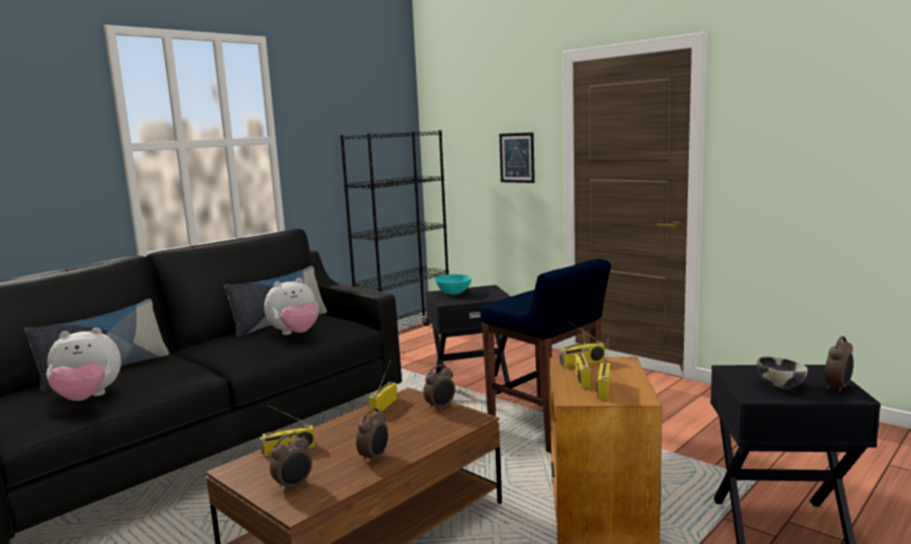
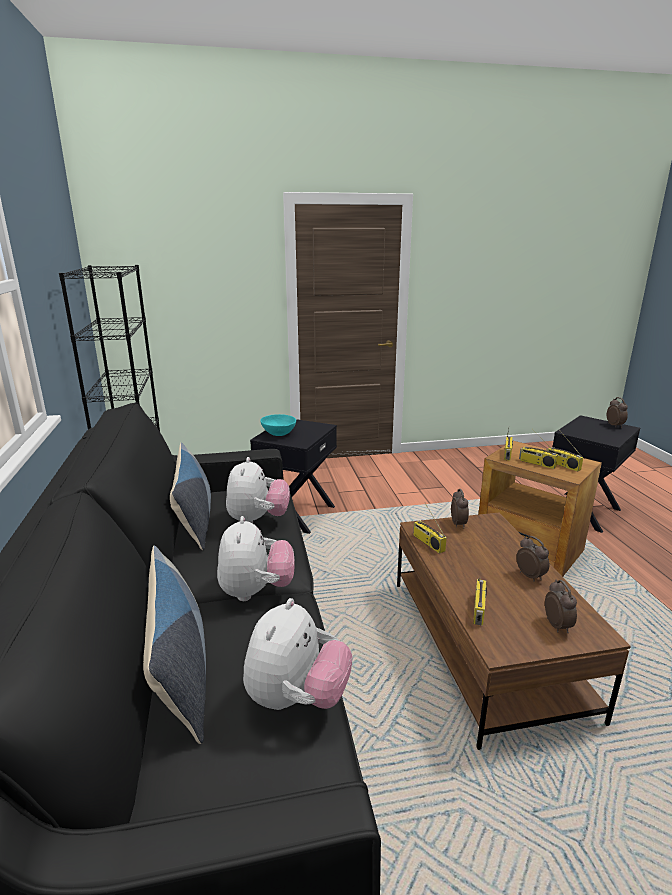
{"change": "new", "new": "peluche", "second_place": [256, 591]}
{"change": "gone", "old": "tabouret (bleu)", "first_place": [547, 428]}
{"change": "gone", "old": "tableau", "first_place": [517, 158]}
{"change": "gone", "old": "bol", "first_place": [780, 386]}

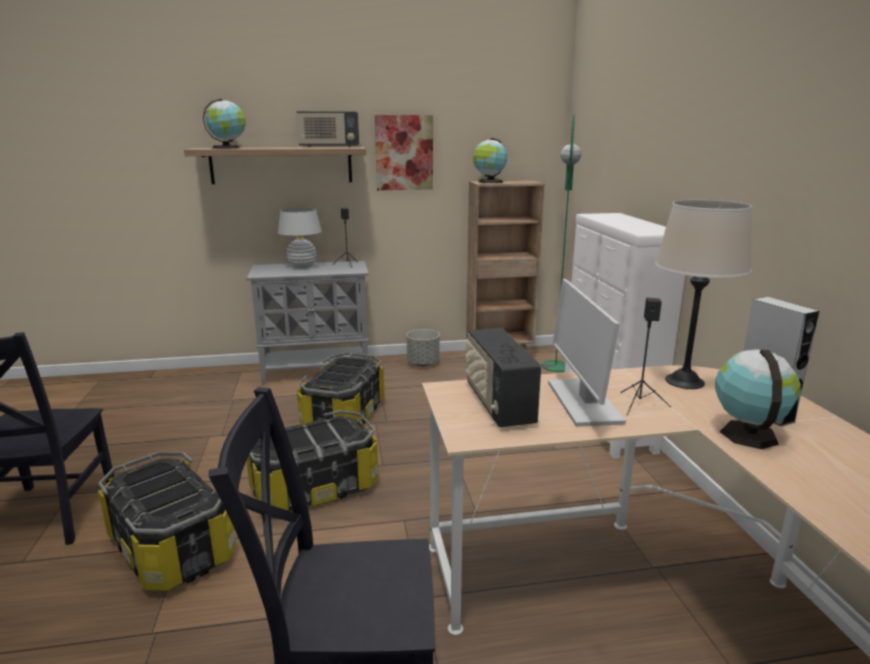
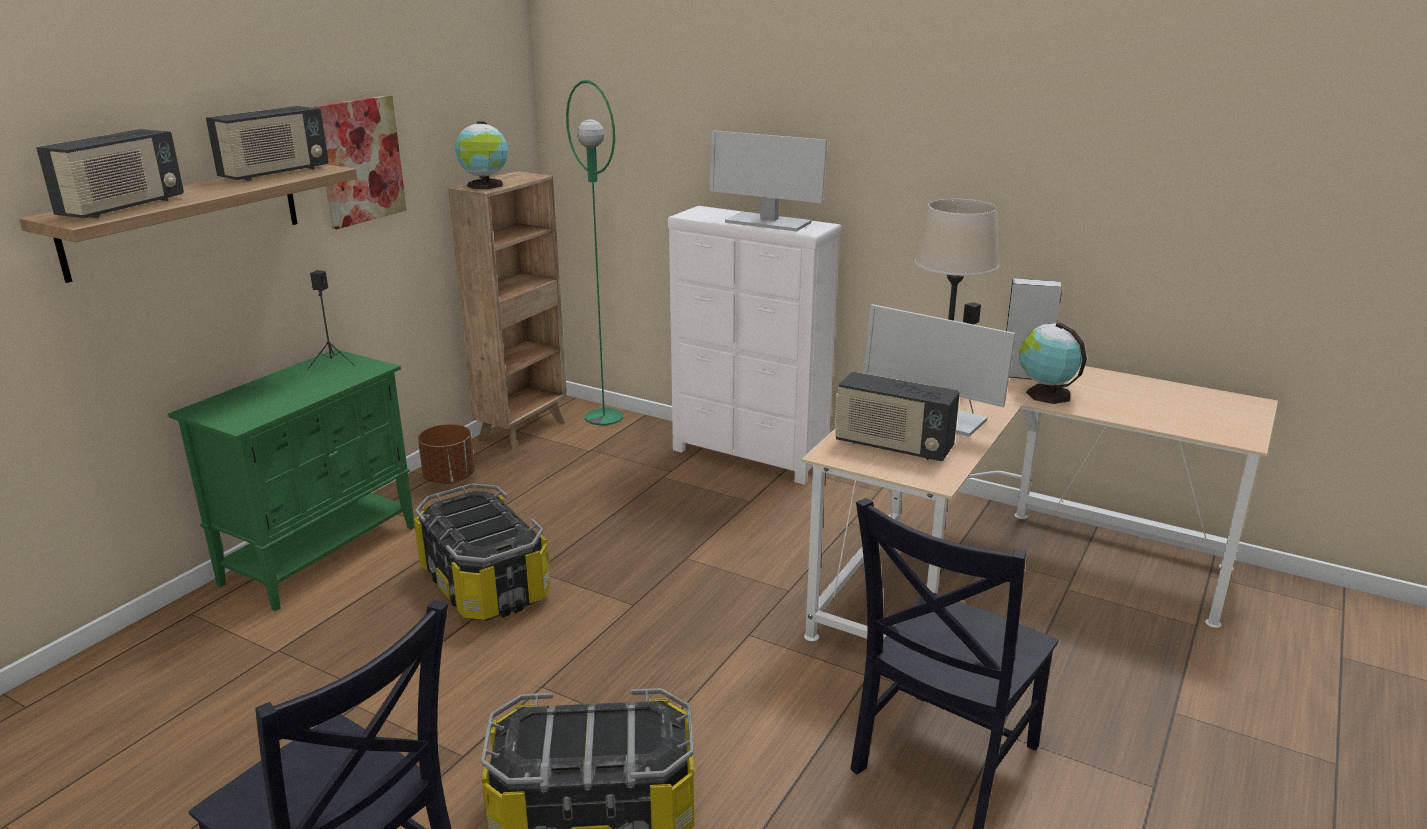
{"change": "swapped", "old": "globe", "new": "radio", "first_place": [228, 148], "second_place": [123, 208]}
{"change": "repainted", "old": "meuble de rangement (gris)", "new": "meuble de rangement (vert)", "first_place": [317, 371], "second_place": [322, 554]}
{"change": "repainted", "old": "cache-pot (gris)", "new": "cache-pot (marron)", "first_place": [423, 363], "second_place": [450, 478]}
{"change": "new", "new": "écran d'ordinateur", "second_place": [767, 223]}
{"change": "gone", "old": "boîte de rangement", "first_place": [314, 487]}
{"change": "gone", "old": "lampe de table (blanc)", "first_place": [302, 266]}

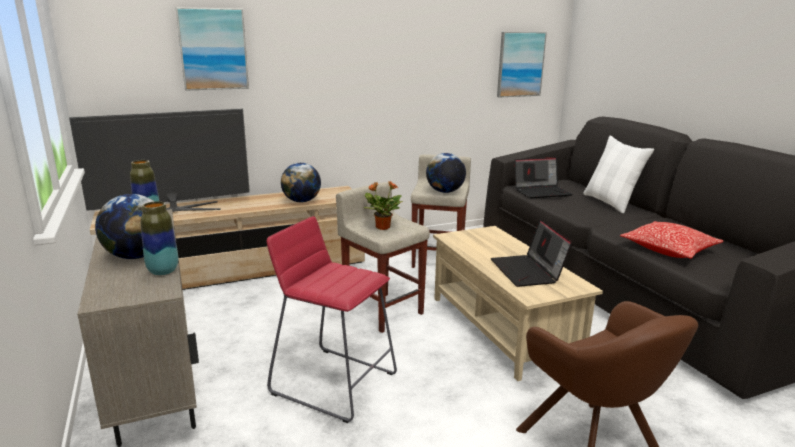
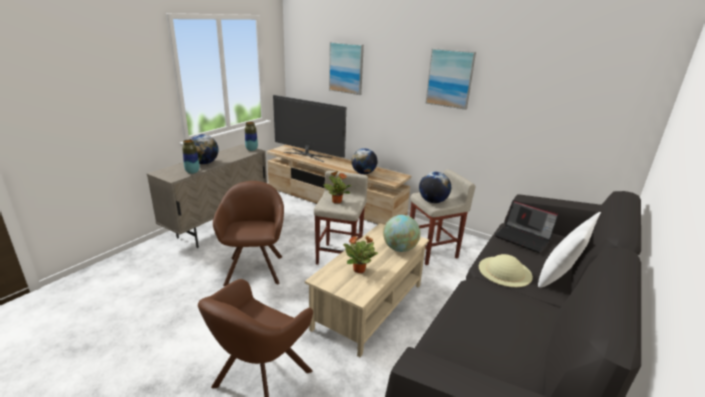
{"change": "swapped", "old": "tabouret (rouge)", "new": "fauteuil (marron)", "first_place": [334, 383], "second_place": [255, 267]}
{"change": "swapped", "old": "ordinateur portable", "new": "plante en pot", "first_place": [528, 271], "second_place": [359, 270]}
{"change": "new", "new": "globe", "second_place": [399, 249]}
{"change": "shifted", "old": "tableau", "first_place": [520, 64], "second_place": [450, 78]}
{"change": "new", "new": "chapeau (beige)", "second_place": [504, 271]}
{"change": "gone", "old": "coussin", "first_place": [669, 250]}

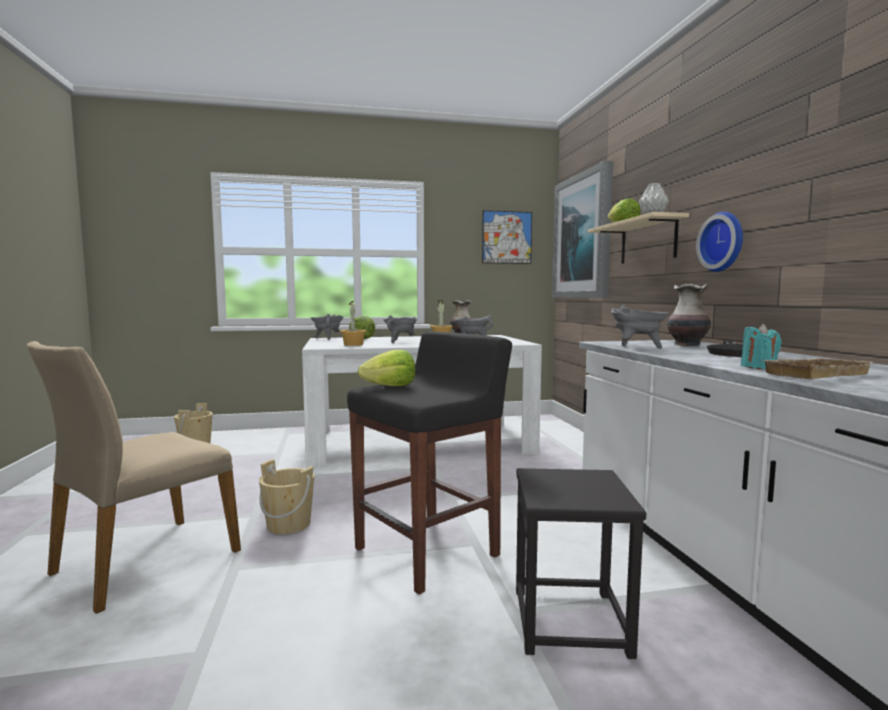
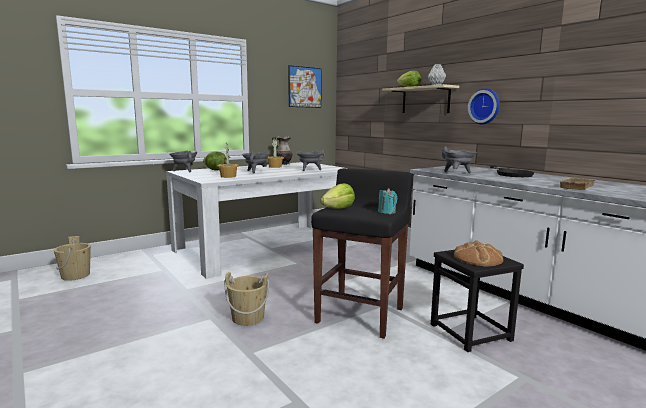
{"change": "shifted", "old": "bougie (turquoise)", "first_place": [759, 367], "second_place": [387, 212]}
{"change": "new", "new": "pain", "second_place": [478, 258]}
{"change": "gone", "old": "chaise (beige)", "first_place": [144, 561]}
{"change": "gone", "old": "tableau", "first_place": [583, 237]}
{"change": "gone", "old": "vase", "first_place": [687, 345]}

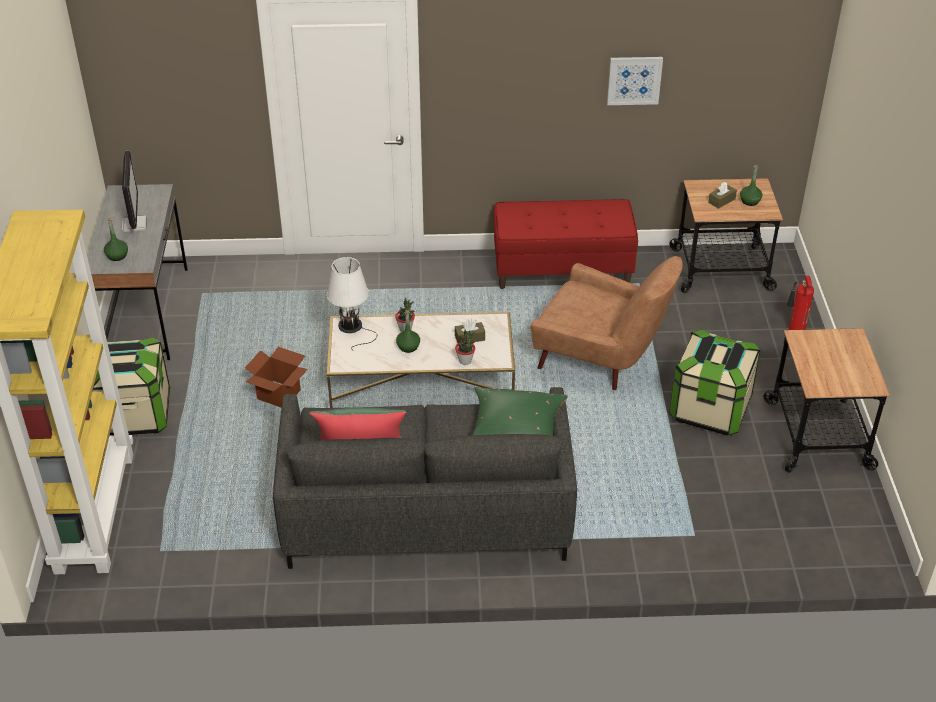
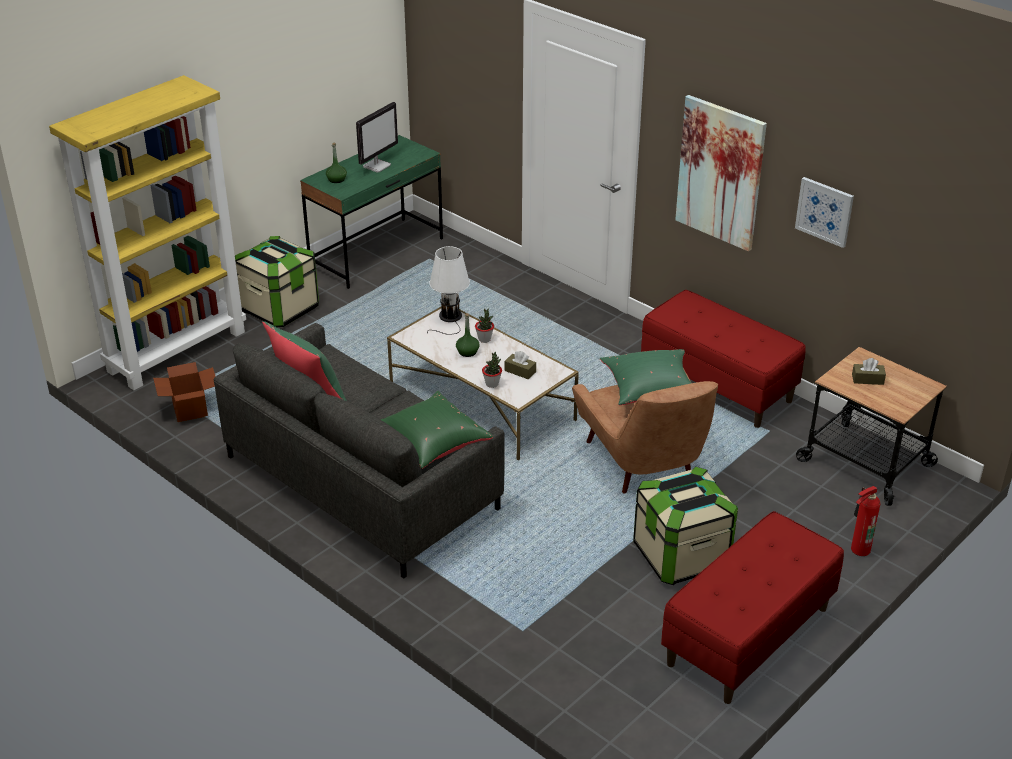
{"change": "shifted", "old": "carton", "first_place": [278, 395], "second_place": [190, 410]}
{"change": "repainted", "old": "bureau (gris)", "new": "bureau (vert)", "first_place": [147, 313], "second_place": [377, 253]}
{"change": "new", "new": "coussin (vert)", "second_place": [650, 391]}
{"change": "swapped", "old": "chariot", "new": "banc (rouge)", "first_place": [819, 434], "second_place": [748, 636]}
{"change": "new", "new": "tableau", "second_place": [720, 173]}
{"change": "gone", "old": "bouteille (vert)", "first_place": [750, 201]}

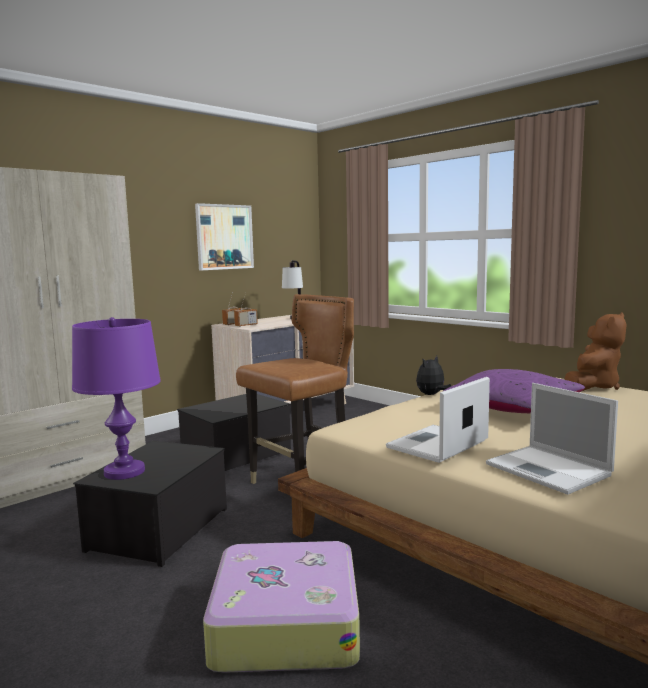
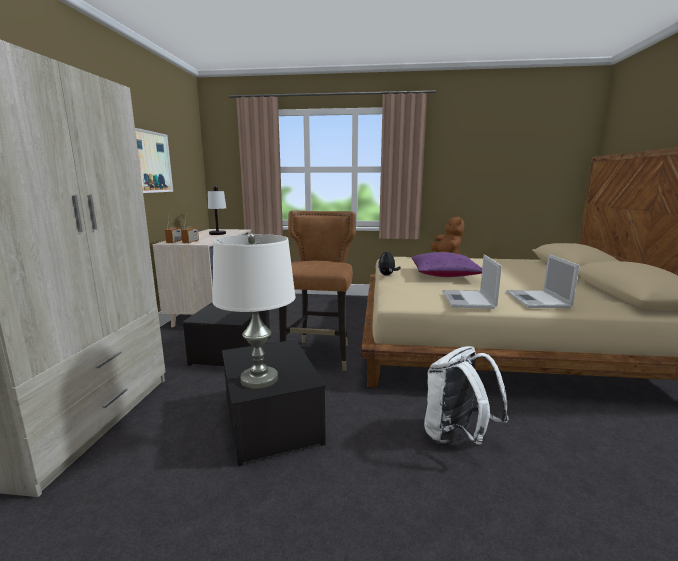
{"change": "repainted", "old": "lampe de table (violet)", "new": "lampe de table (blanc)", "first_place": [124, 471], "second_place": [259, 379]}
{"change": "swapped", "old": "valise", "new": "sac à dos (blanc)", "first_place": [284, 623], "second_place": [457, 438]}
{"change": "rotated", "old": "ordinateur portable", "first_place": [550, 470], "second_place": [538, 300], "degrees": 75}

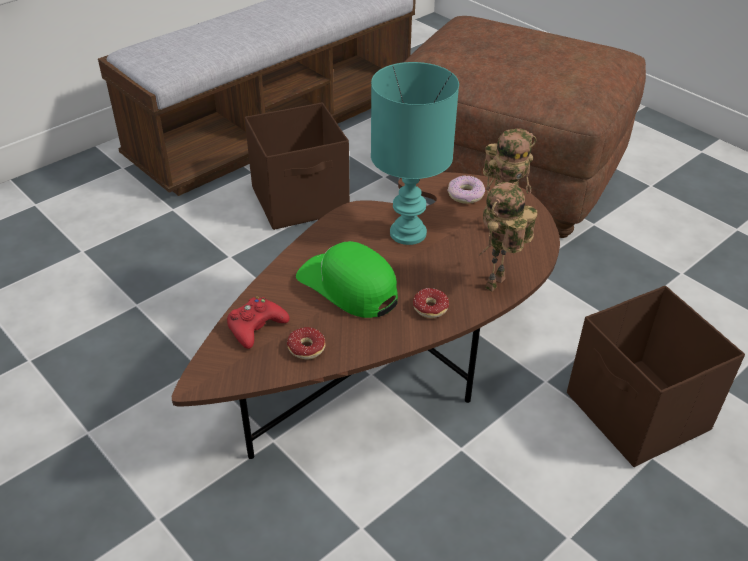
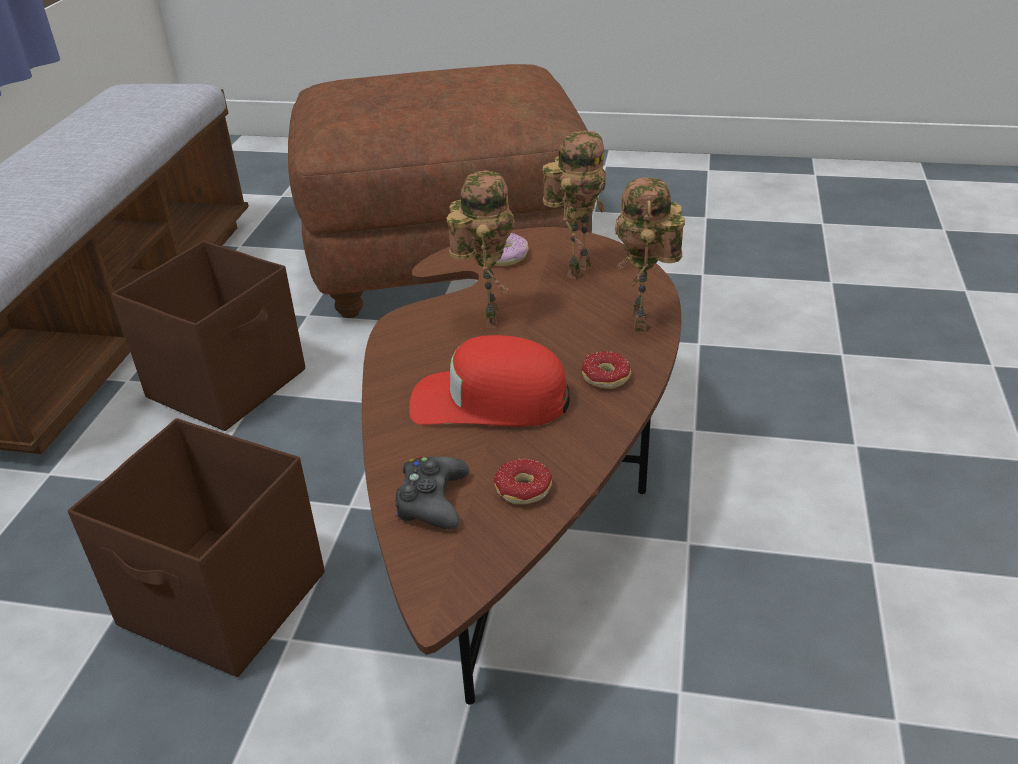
{"change": "shifted", "old": "boîte de rangement (marron)", "first_place": [637, 414], "second_place": [225, 602]}
{"change": "repainted", "old": "manette (rouge)", "new": "manette (noir)", "first_place": [256, 327], "second_place": [432, 501]}
{"change": "repainted", "old": "casquette (vert)", "new": "casquette (rouge)", "first_place": [348, 286], "second_place": [489, 401]}
{"change": "swapped", "old": "lampe de table (turquoise)", "new": "robot jouet", "first_place": [408, 232], "second_place": [487, 317]}

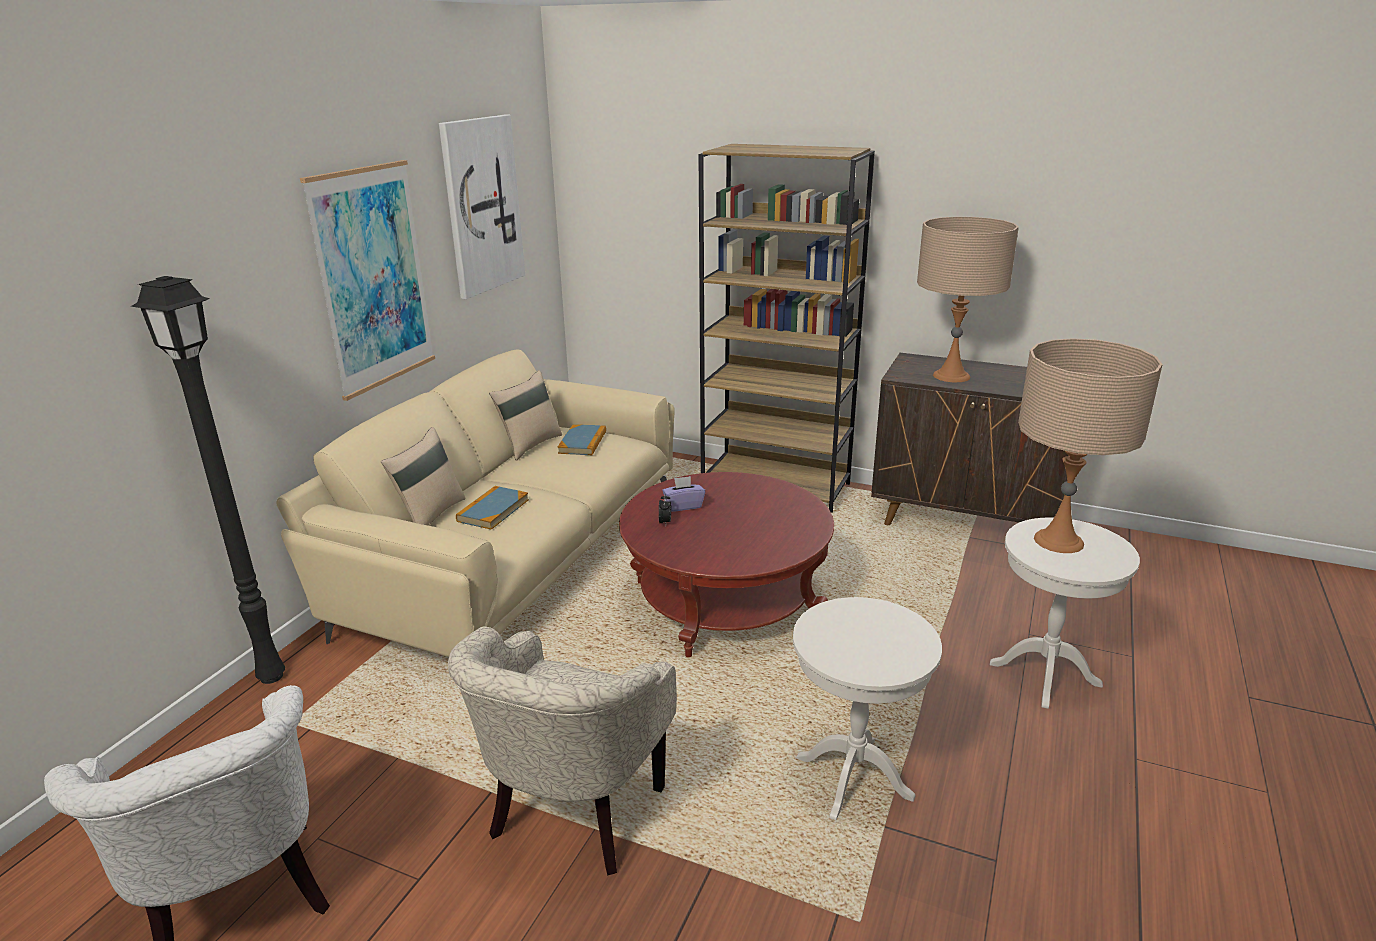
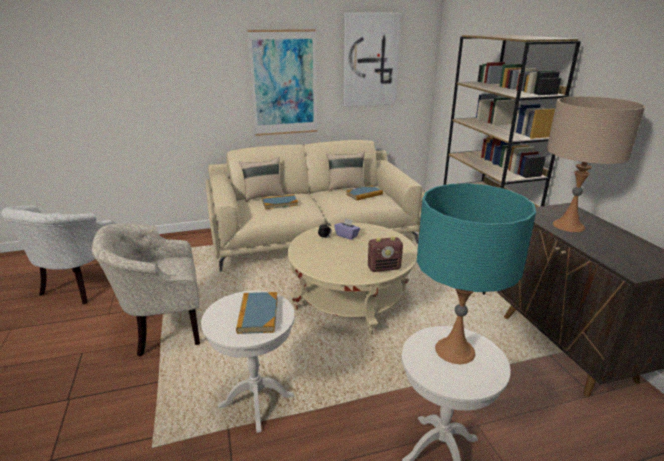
{"change": "new", "new": "livre", "second_place": [258, 314]}
{"change": "repainted", "old": "table basse (rouge)", "new": "table basse (beige)", "first_place": [725, 602], "second_place": [351, 300]}
{"change": "new", "new": "radio", "second_place": [384, 268]}
{"change": "repainted", "old": "lampe de table (beige)", "new": "lampe de table (turquoise)", "first_place": [1058, 541], "second_place": [455, 350]}
{"change": "gone", "old": "lampadaire (noir)", "first_place": [271, 675]}

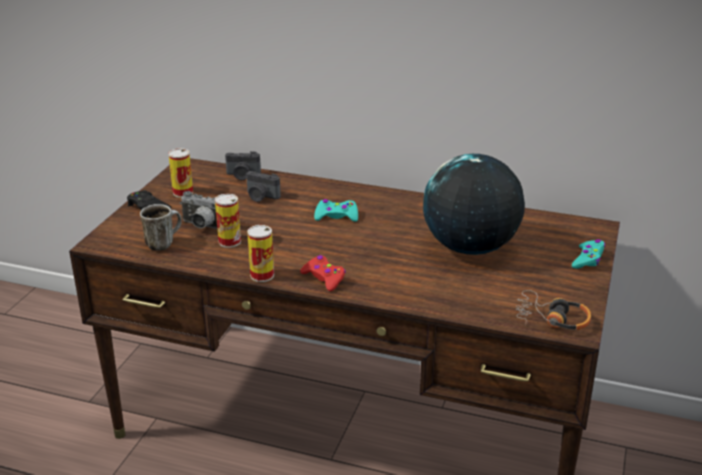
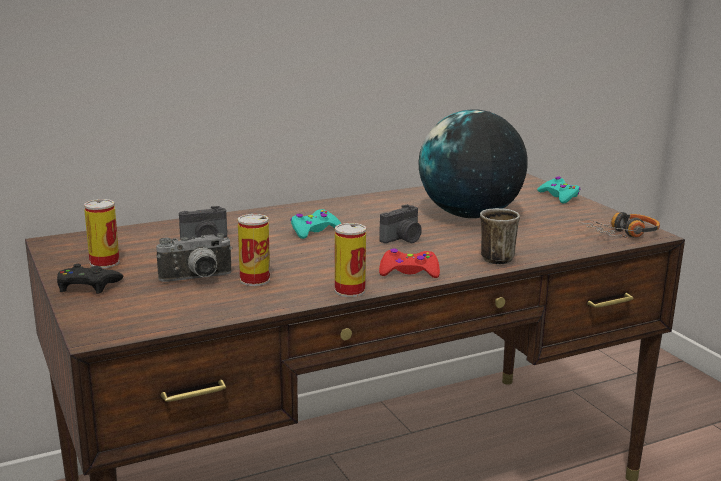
{"change": "shifted", "old": "appareil photo", "first_place": [243, 175], "second_place": [403, 239]}
{"change": "shifted", "old": "mug", "first_place": [163, 243], "second_place": [495, 257]}

